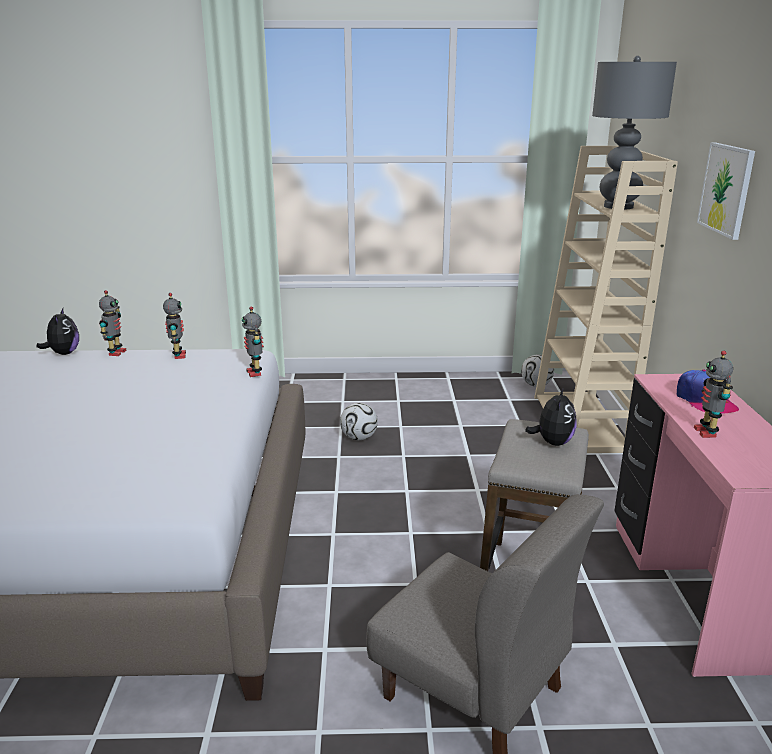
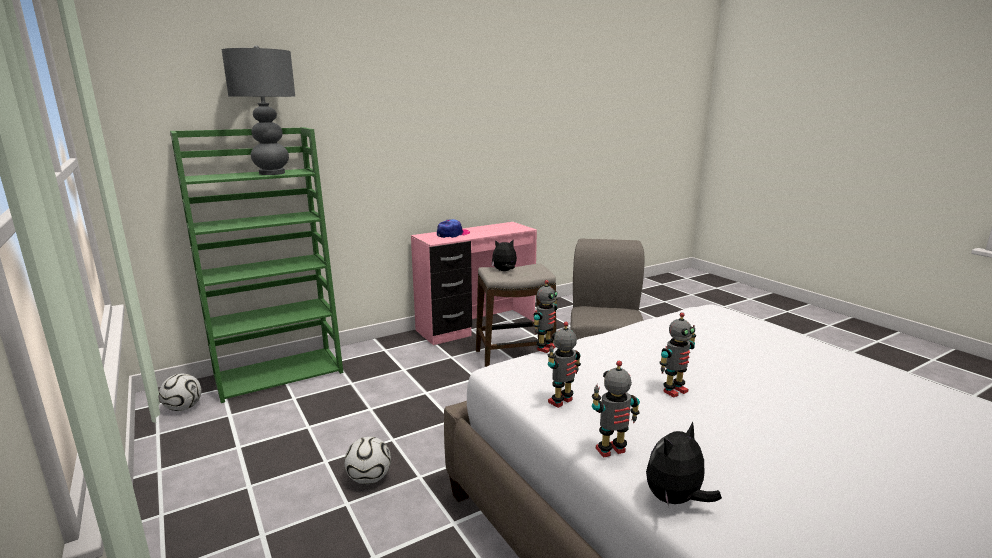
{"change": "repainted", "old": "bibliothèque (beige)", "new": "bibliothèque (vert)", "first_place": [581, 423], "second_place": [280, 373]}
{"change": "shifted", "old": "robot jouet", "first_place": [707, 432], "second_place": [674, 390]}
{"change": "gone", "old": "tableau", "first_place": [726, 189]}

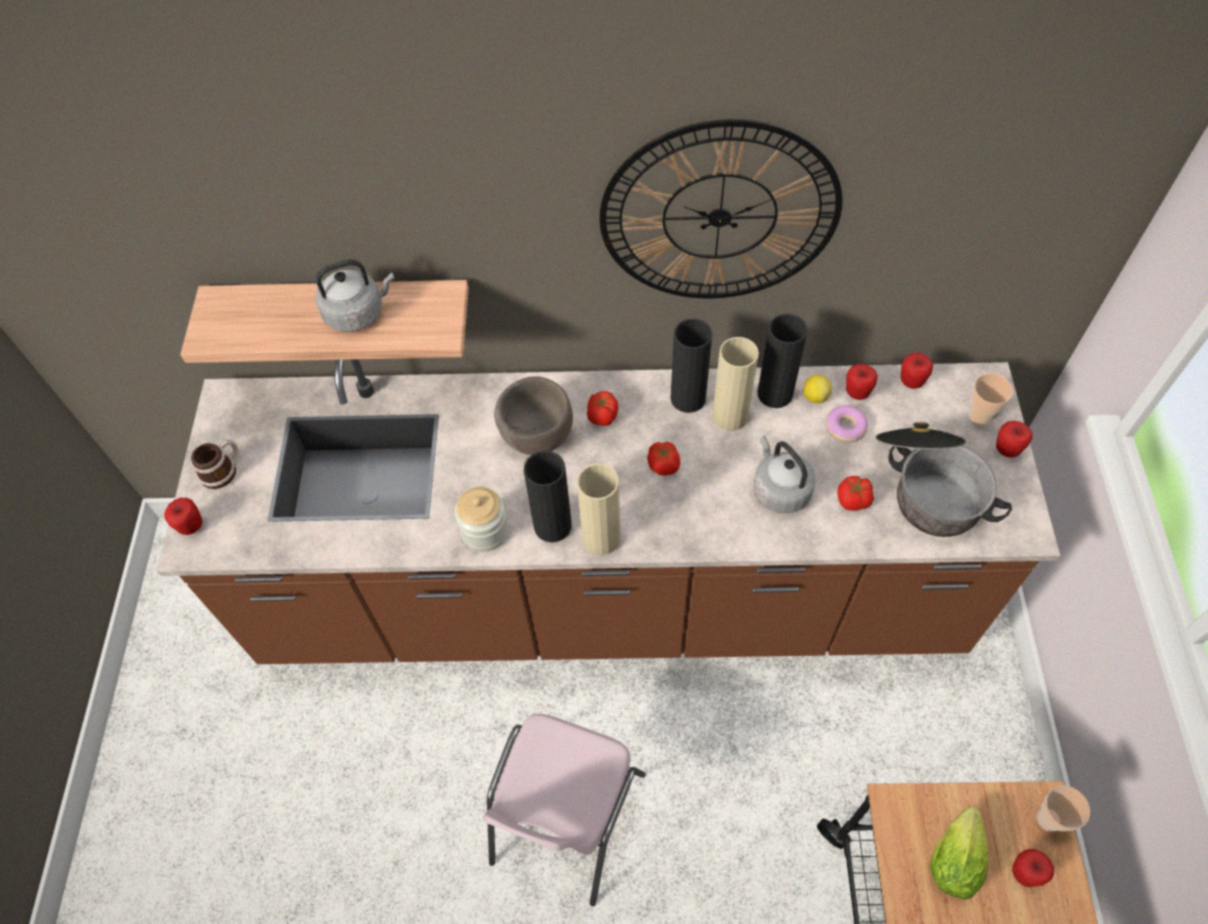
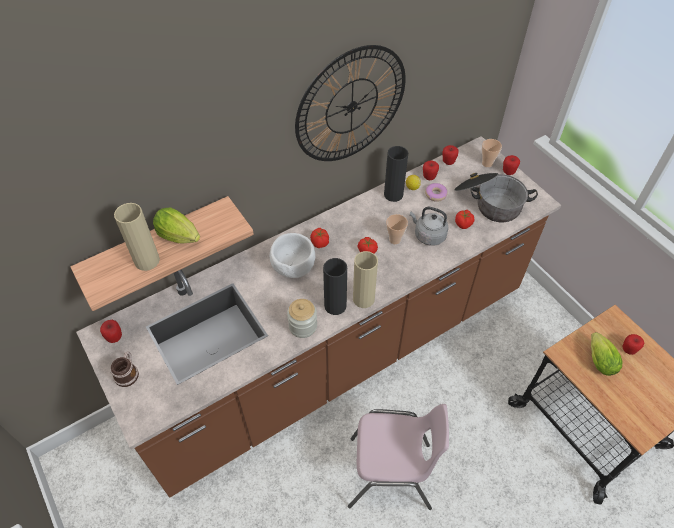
{"change": "shifted", "old": "pomme", "first_place": [191, 526], "second_place": [115, 337]}
{"change": "shifted", "old": "vase (beige)", "first_place": [730, 416], "second_place": [147, 261]}
{"change": "swapped", "old": "bouilloire (gris)", "new": "laitue", "first_place": [358, 313], "second_place": [181, 237]}
{"change": "repainted", "old": "bol (marron)", "new": "bol (blanc)", "first_place": [536, 435], "second_place": [293, 268]}
{"change": "rotated", "old": "chaise (rose)", "first_place": [565, 819], "second_place": [391, 474], "degrees": -75}
{"change": "shifted", "old": "tasse", "first_place": [1048, 819], "second_place": [395, 239]}
{"change": "gone", "old": "vase (noir)", "first_place": [688, 398]}

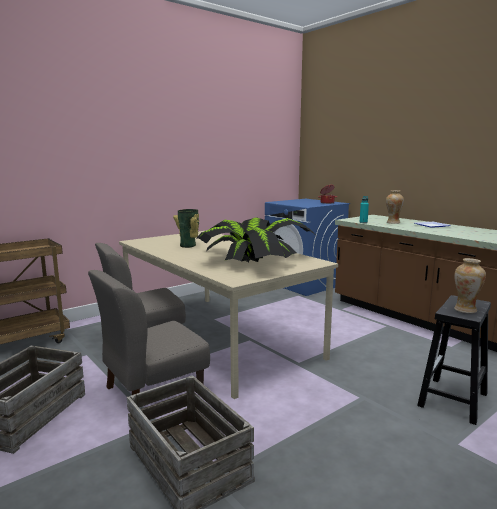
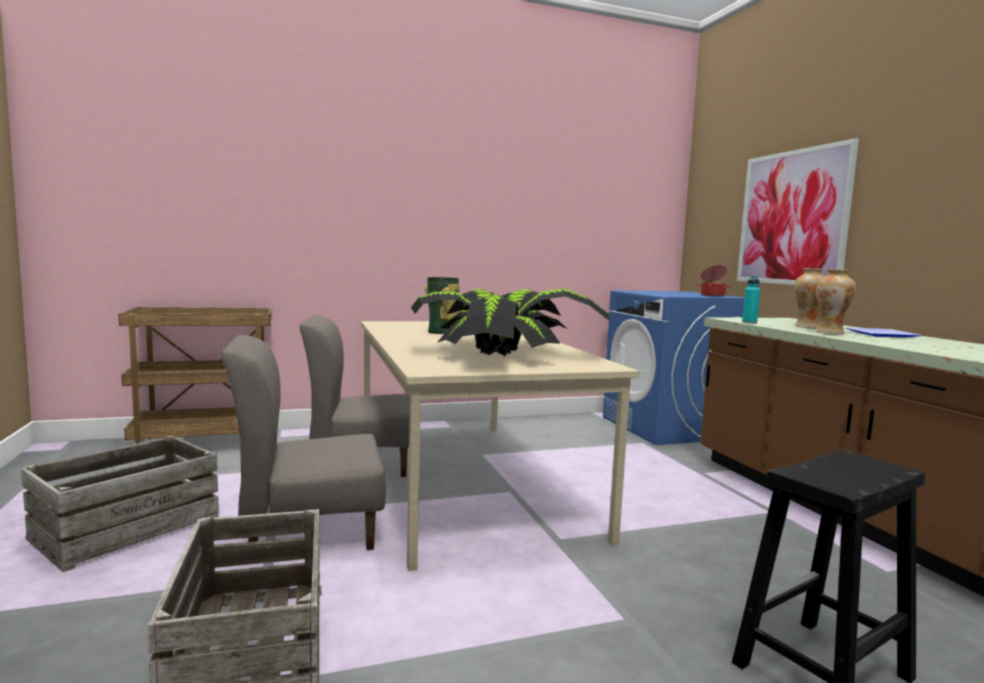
{"change": "new", "new": "tableau", "second_place": [792, 218]}
{"change": "shifted", "old": "vase", "first_place": [465, 310], "second_place": [830, 333]}

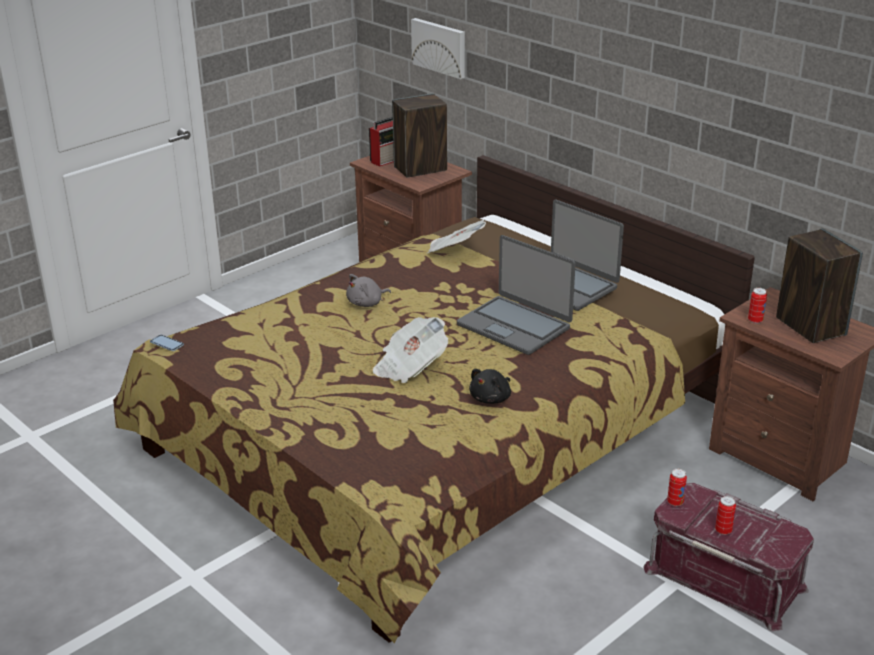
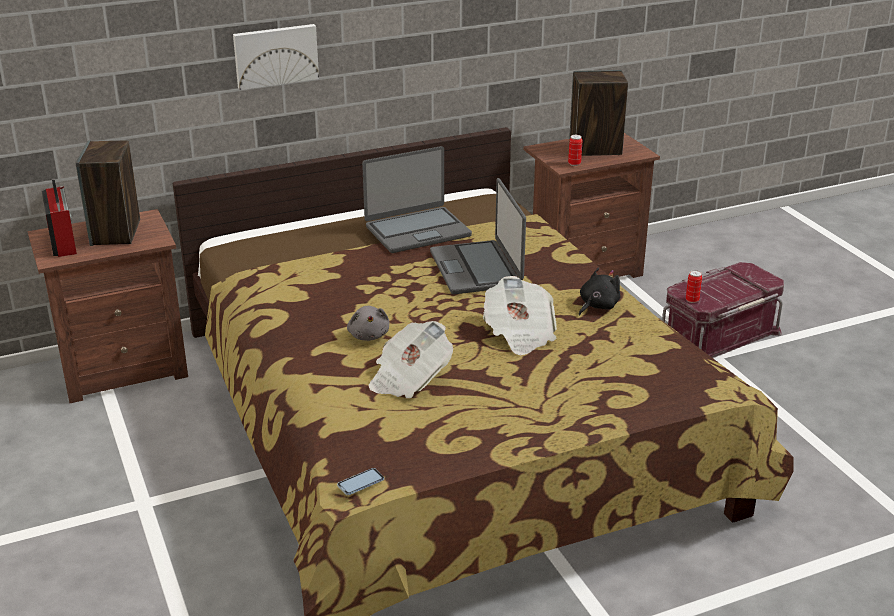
{"change": "shifted", "old": "tableau", "first_place": [440, 47], "second_place": [275, 55]}
{"change": "shifted", "old": "journal", "first_place": [455, 251], "second_place": [409, 379]}
{"change": "rotated", "old": "ordinateur portable", "first_place": [514, 326], "second_place": [477, 269], "degrees": 105}
{"change": "rotated", "old": "peluche (noir)", "first_place": [491, 398], "second_place": [597, 306], "degrees": -105}
{"change": "gone", "old": "boîte métallique", "first_place": [723, 531]}

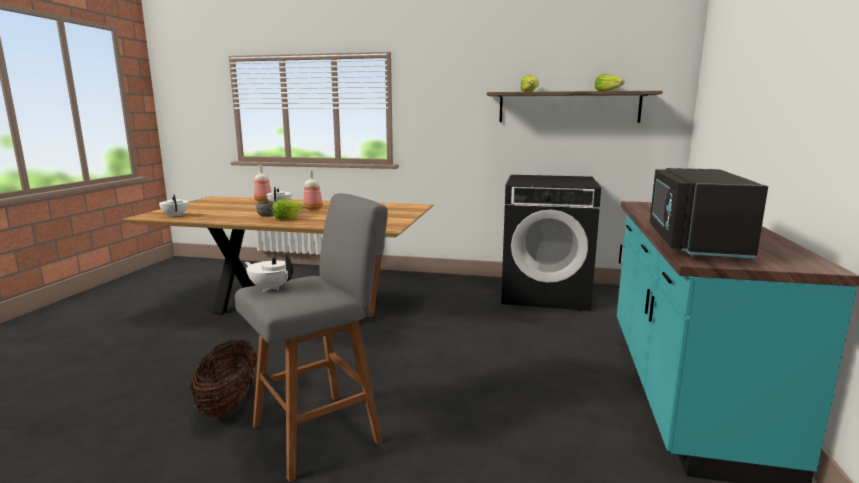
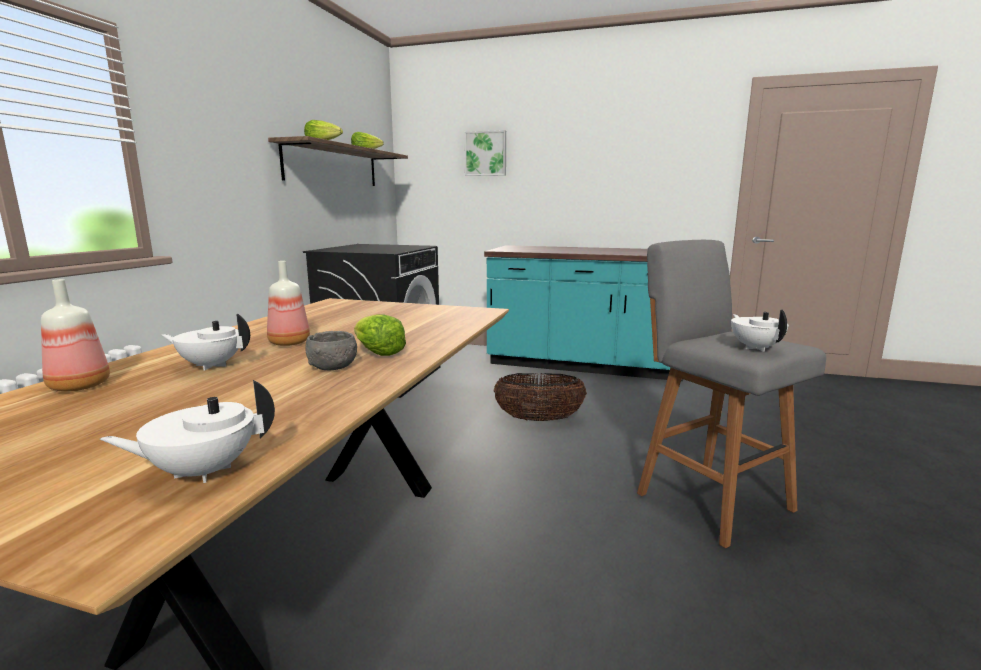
{"change": "new", "new": "tableau", "second_place": [486, 153]}
{"change": "shifted", "old": "panier", "first_place": [229, 403], "second_place": [539, 419]}
{"change": "rotated", "old": "théière (blanc)", "first_place": [271, 288], "second_place": [755, 348], "degrees": 135}
{"change": "gone", "old": "micro-ondes (noir)", "first_place": [693, 243]}

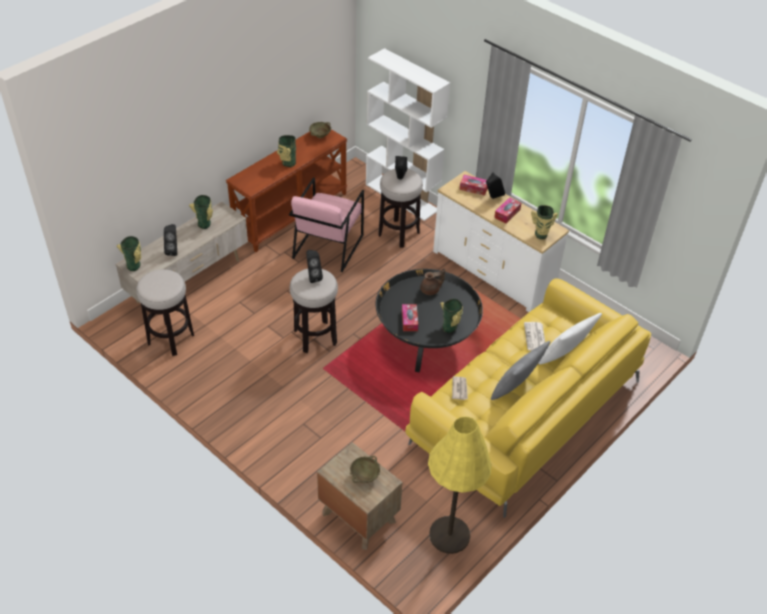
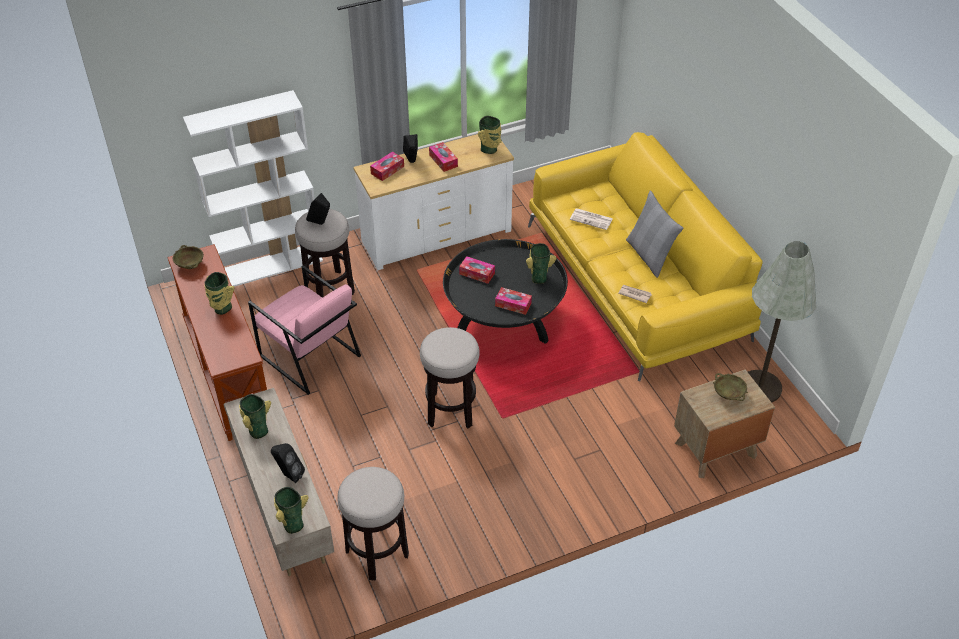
{"change": "swapped", "old": "théière (marron)", "new": "boîte à mouchoirs", "first_place": [431, 290], "second_place": [477, 273]}
{"change": "repainted", "old": "lampadaire (jaune)", "new": "lampadaire (gris)", "first_place": [449, 535], "second_place": [760, 387]}
{"change": "gone", "old": "enceinte (noir)", "first_place": [313, 276]}
{"change": "gone", "old": "coussin (blanc)", "first_place": [564, 356]}

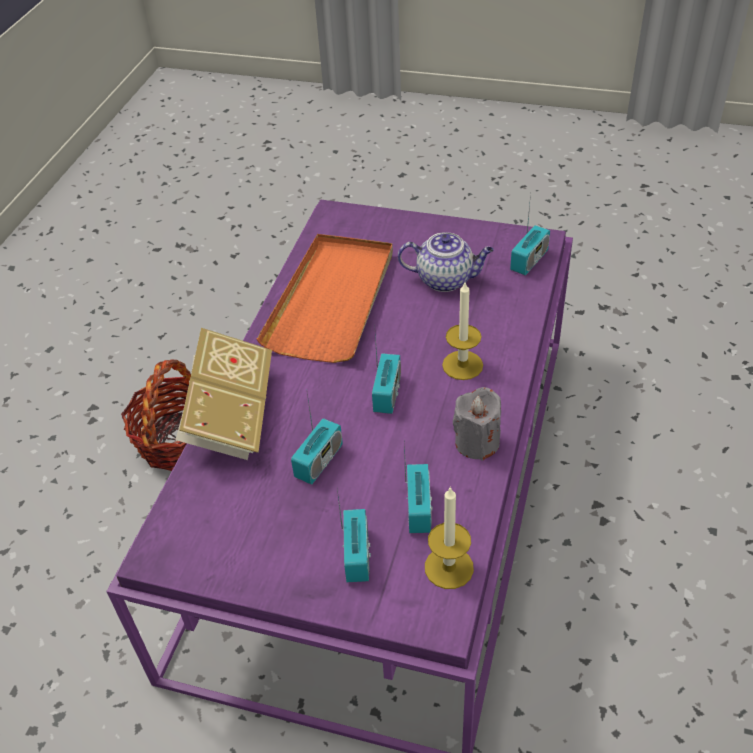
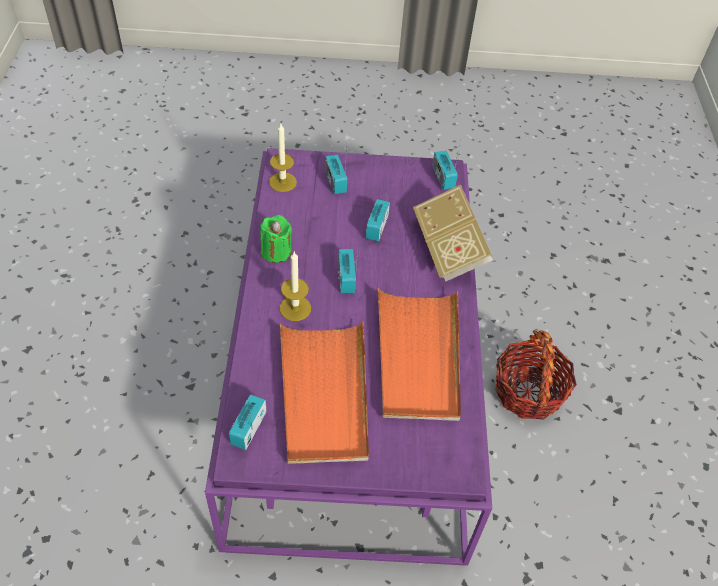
{"change": "repainted", "old": "bougie (gris)", "new": "bougie (vert)", "first_place": [477, 442], "second_place": [276, 251]}
{"change": "swapped", "old": "théière", "new": "plateau (orange)", "first_place": [446, 279], "second_place": [324, 394]}
{"change": "shifted", "old": "radio", "first_place": [419, 508], "second_place": [443, 177]}

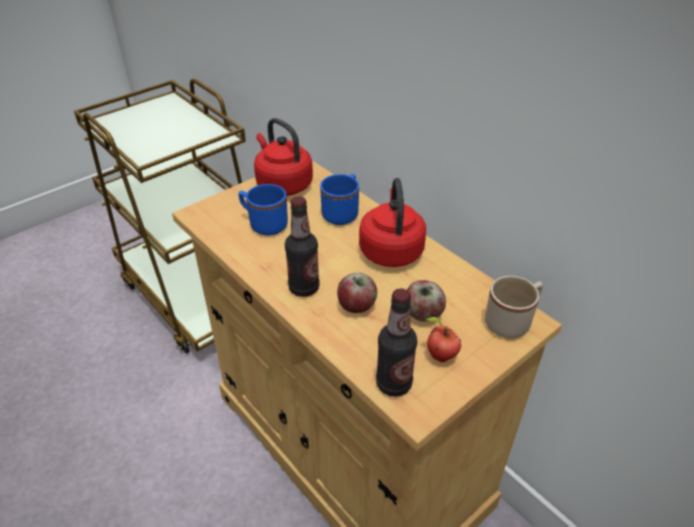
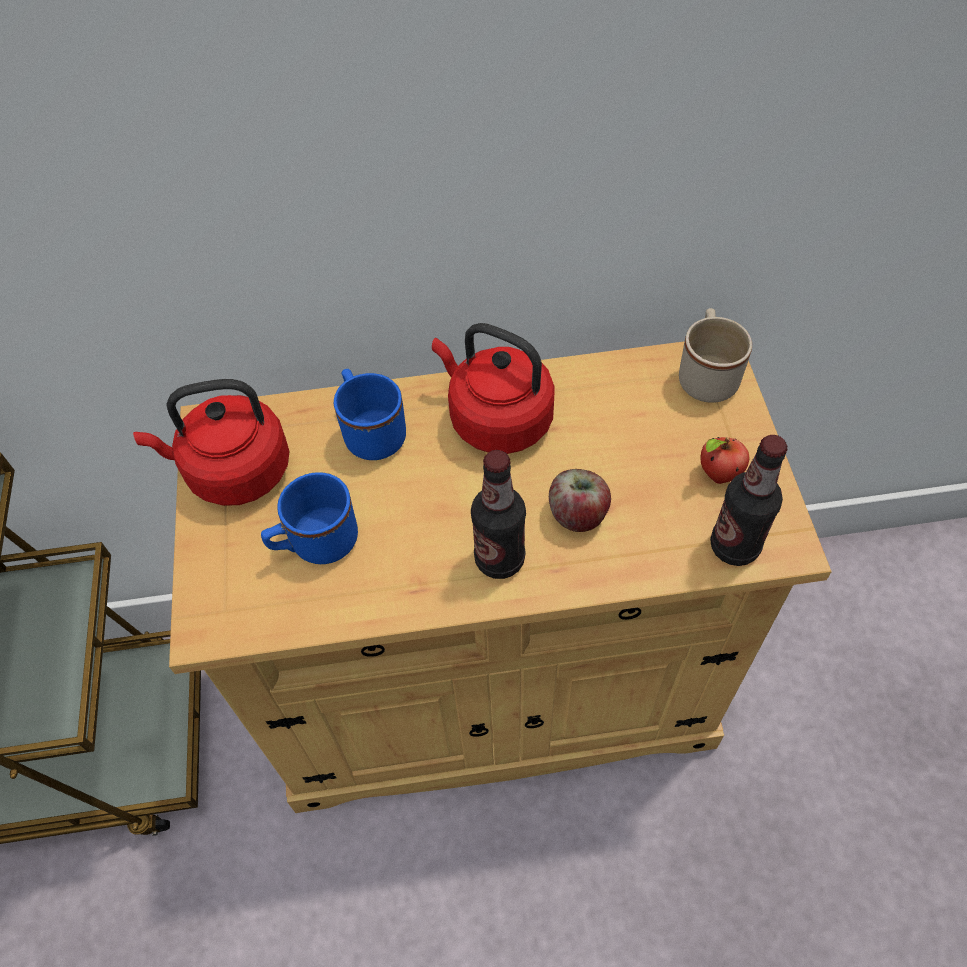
{"change": "gone", "old": "pomme", "first_place": [422, 314]}

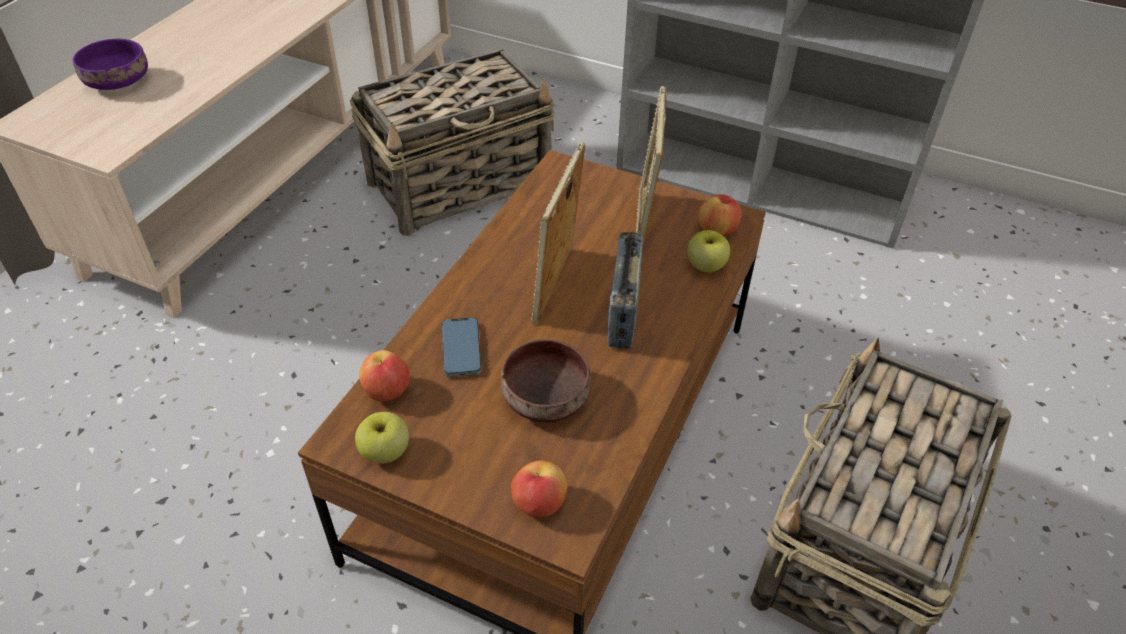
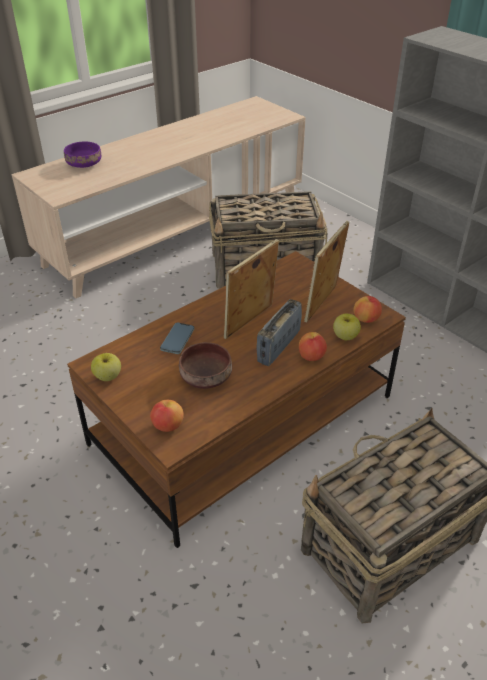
{"change": "shifted", "old": "pomme", "first_place": [387, 391], "second_place": [311, 357]}

